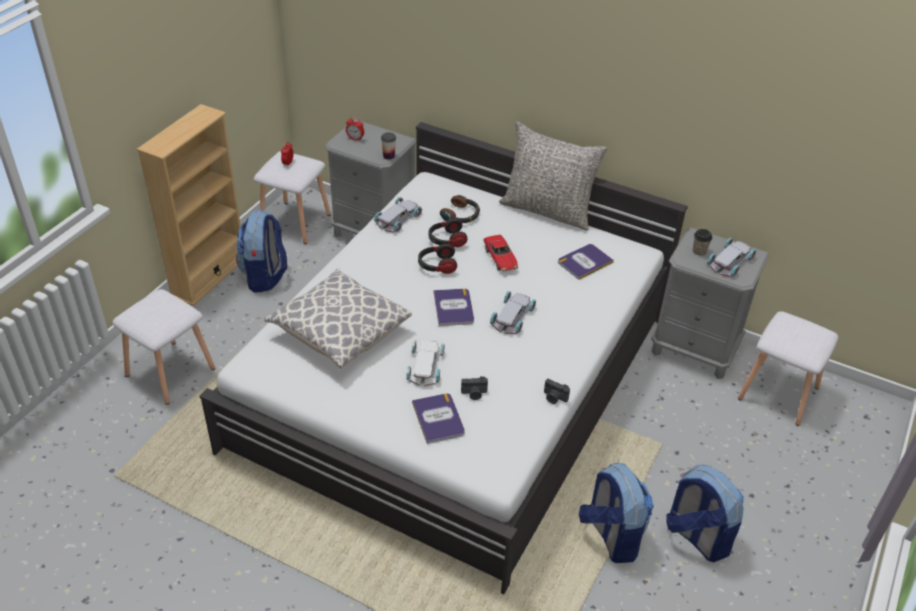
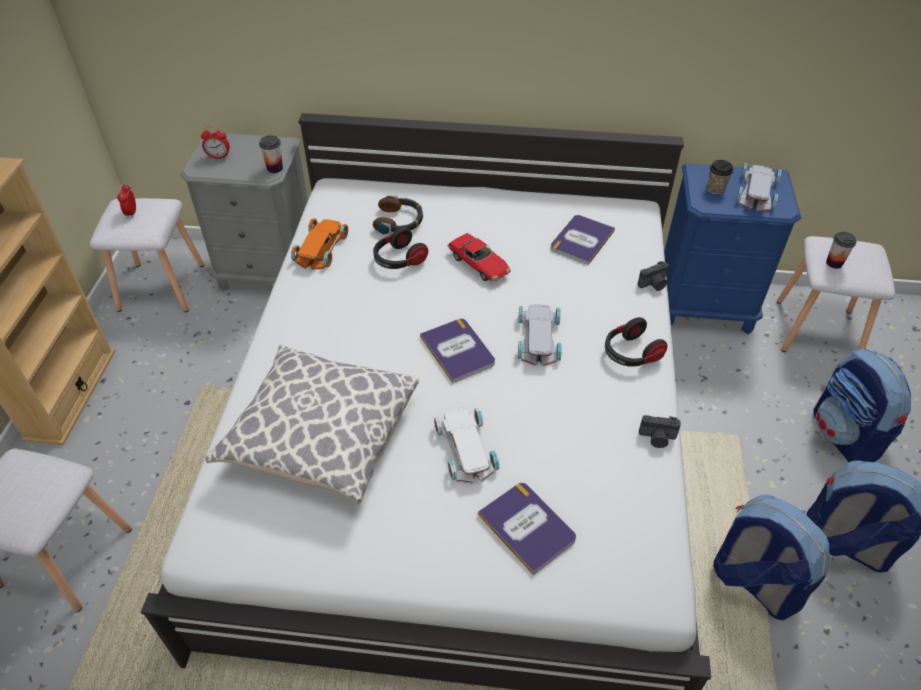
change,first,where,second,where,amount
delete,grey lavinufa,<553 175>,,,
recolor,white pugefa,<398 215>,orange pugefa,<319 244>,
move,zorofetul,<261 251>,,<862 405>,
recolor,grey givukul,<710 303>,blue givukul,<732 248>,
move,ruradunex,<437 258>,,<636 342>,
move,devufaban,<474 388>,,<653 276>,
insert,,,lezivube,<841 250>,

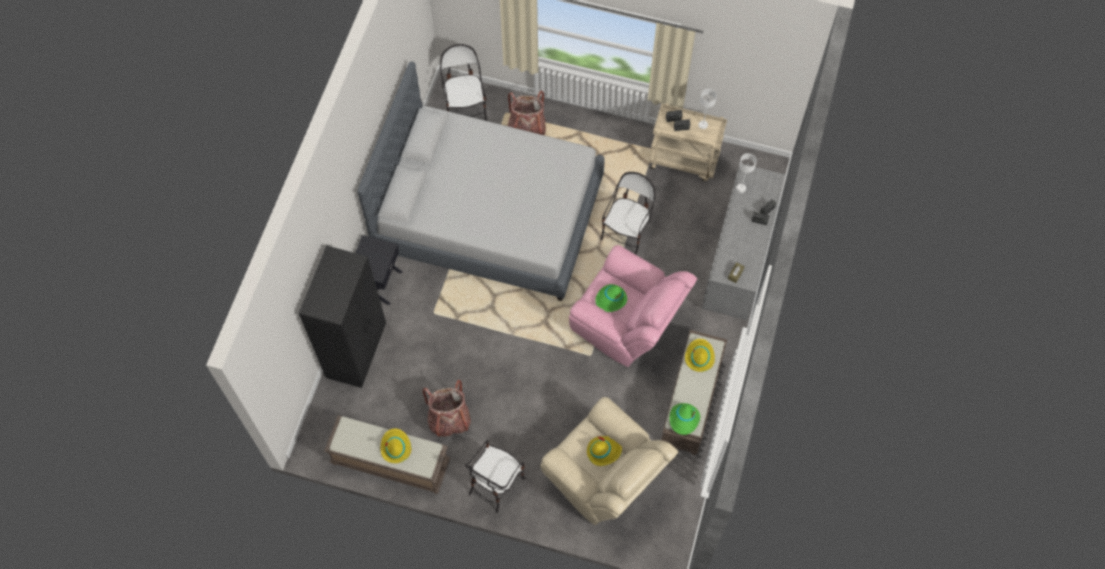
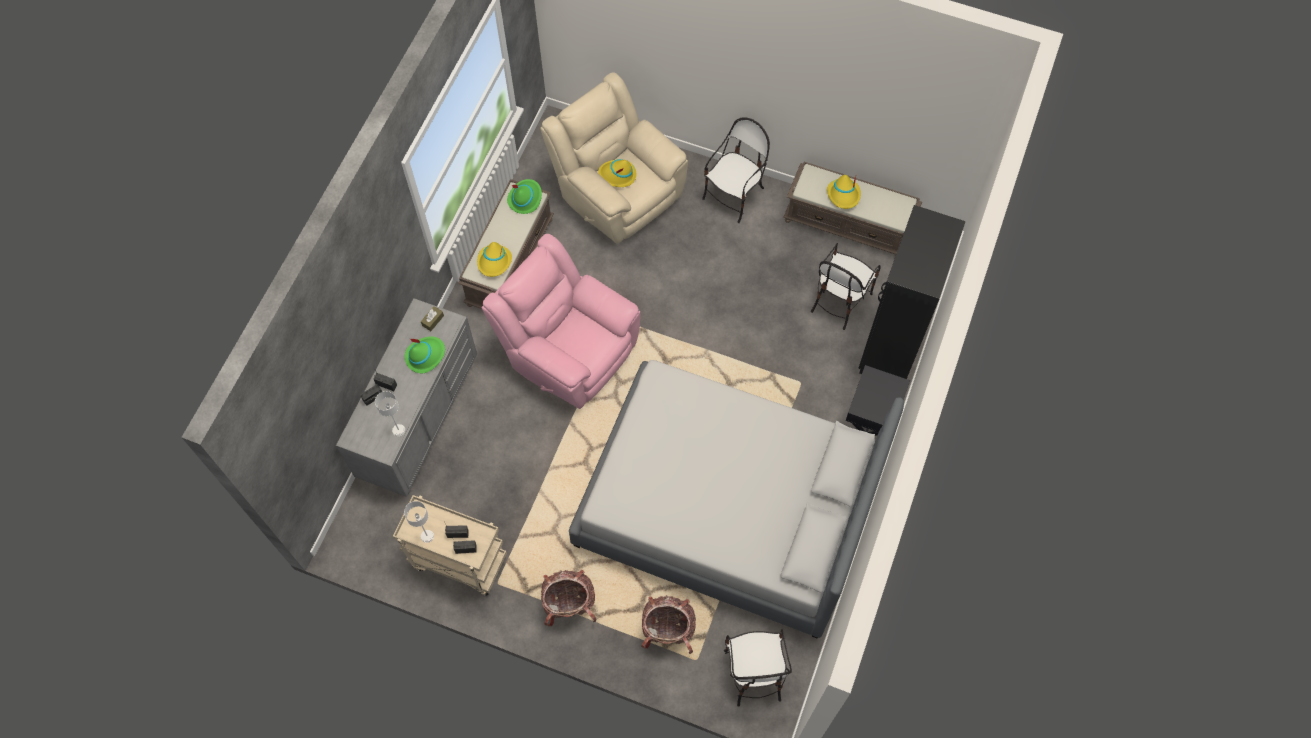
change,first,where,second,where,amount
move,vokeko,<628 213>,,<846 286>,
move,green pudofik,<611 298>,,<425 354>,
move,zorofetul,<446 408>,,<568 598>,

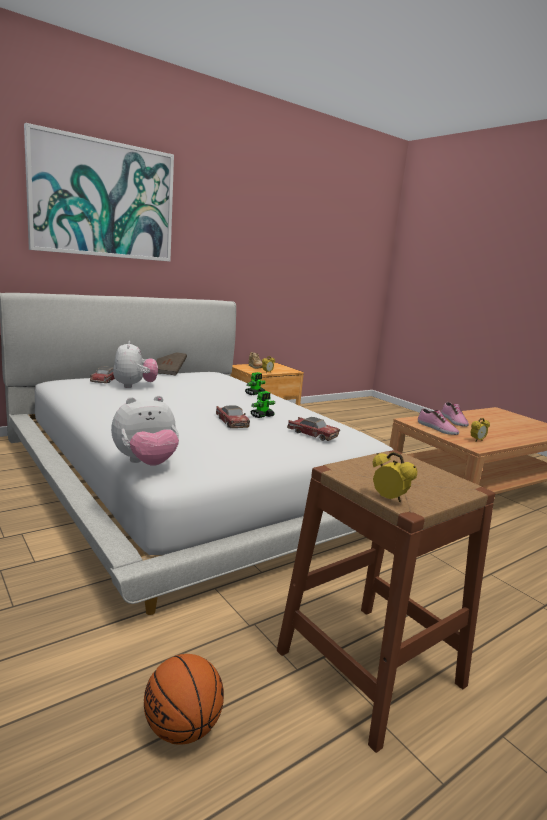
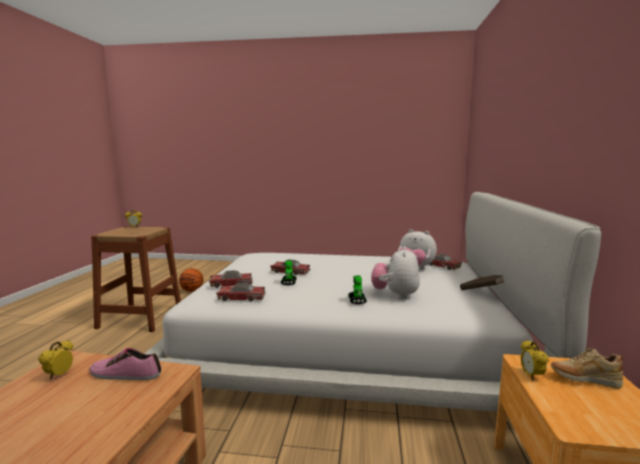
change,first,where,second,where,amount
delete,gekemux,<99 192>,,,
move,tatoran,<145 430>,,<395 272>,
delete,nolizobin,<455 414>,,,
insert,,,pugefa,<241 292>,

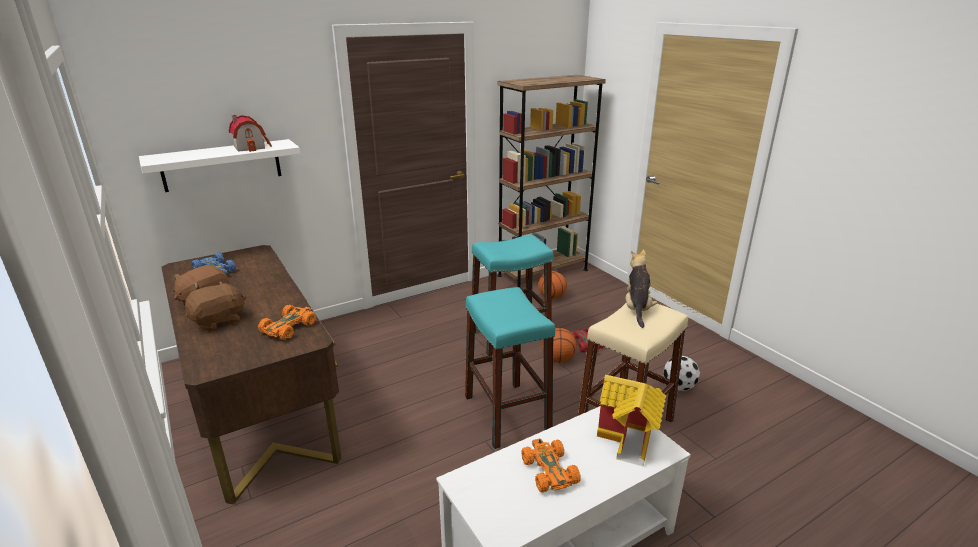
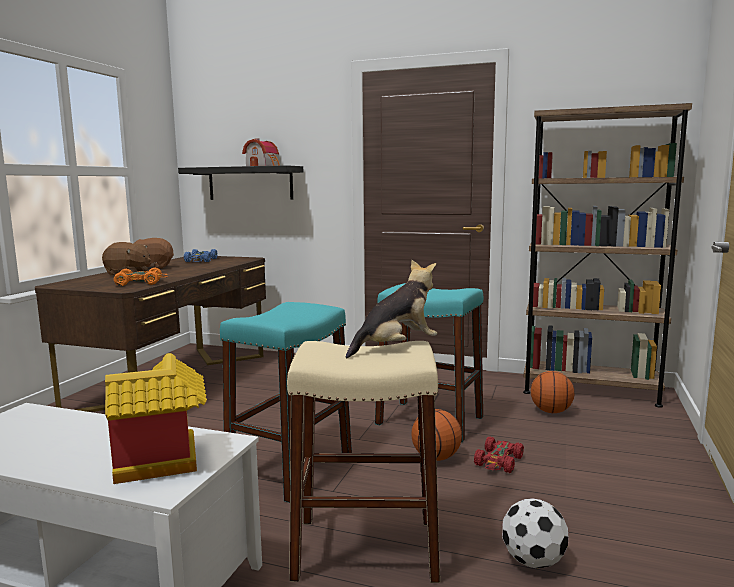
change,first,where,second,where,amount
recolor,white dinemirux,<219 165>,black dinemirux,<240 182>,
delete,orange pugefa,<551 465>,,,

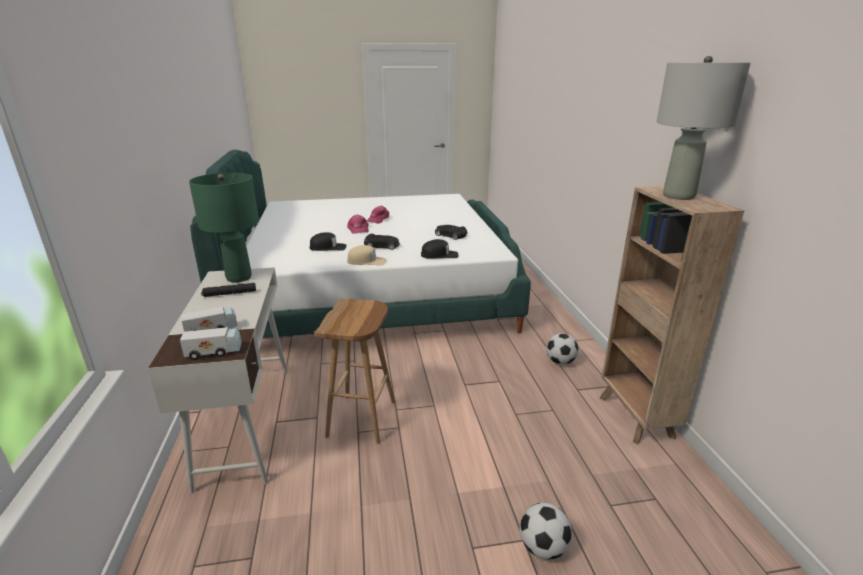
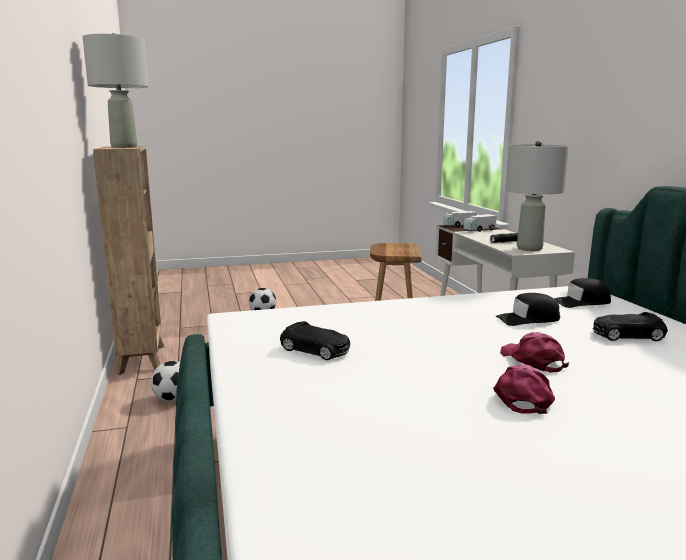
change,first,where,second,where,amount
recolor,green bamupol,<224 228>,grey bamupol,<537 196>,
move,black pugefa,<382 242>,,<630 326>,
move,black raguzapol,<440 249>,,<582 293>,
delete,beige raguzapol,<366 255>,,,

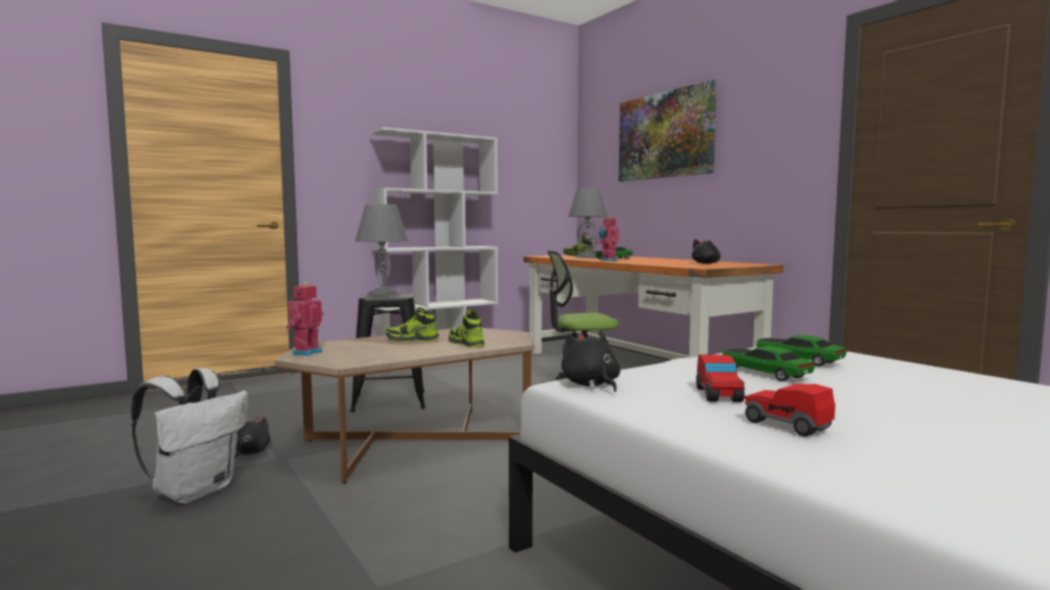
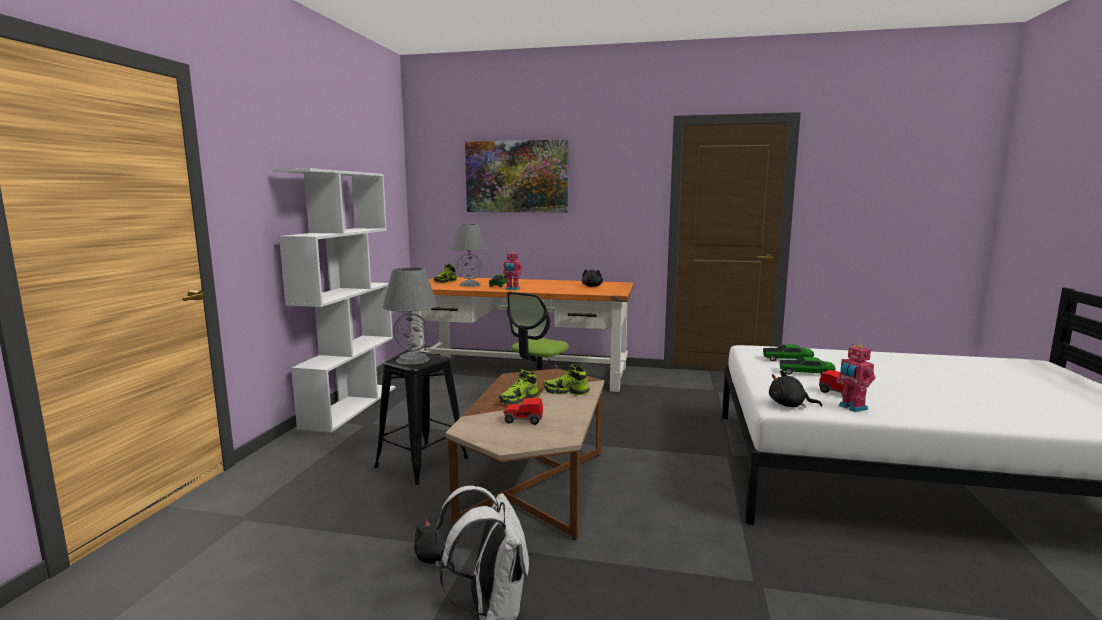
change,first,where,second,where,amount
move,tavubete,<304 319>,,<855 378>,
move,pugefa,<789 410>,,<523 411>,

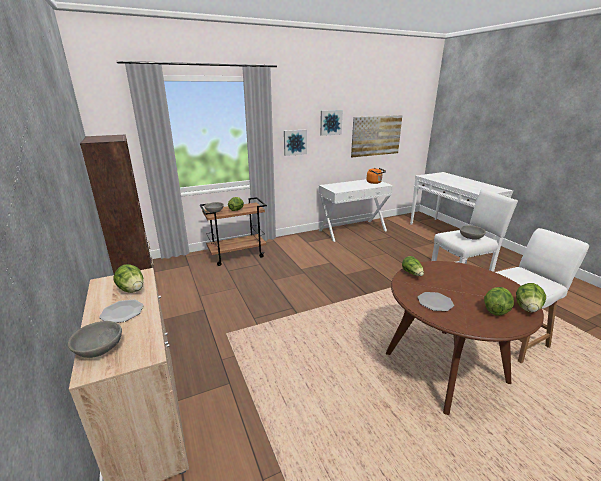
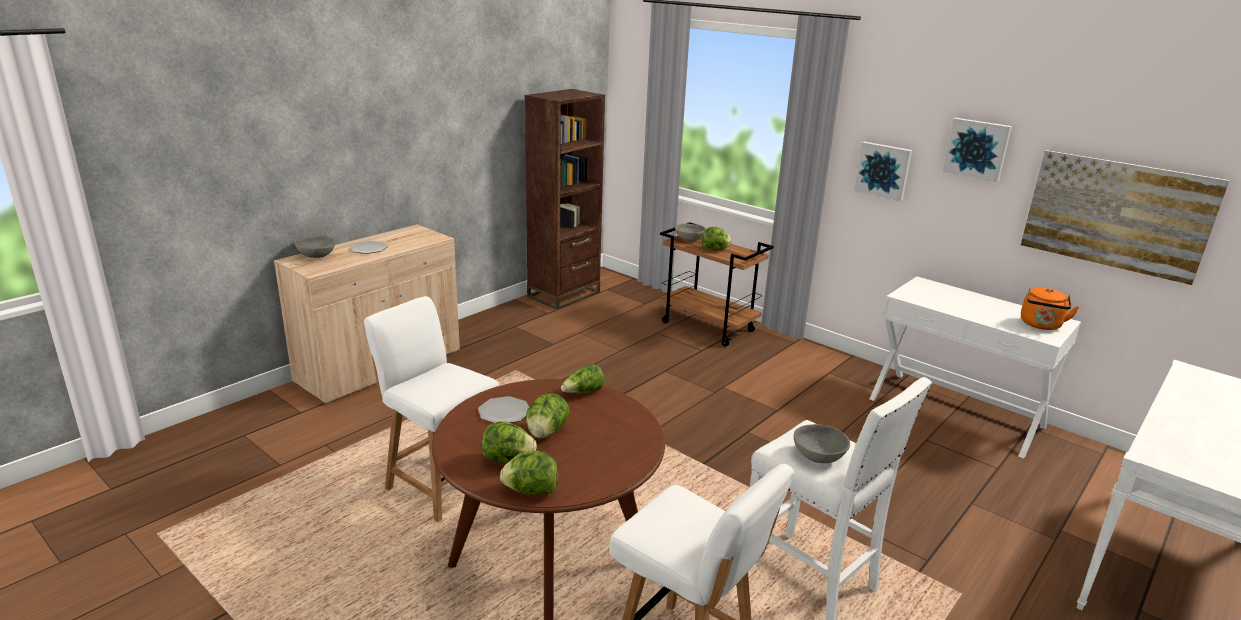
change,first,where,second,where,amount
move,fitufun,<128 278>,,<547 415>,
insert,,,white vokeko,<431 409>,

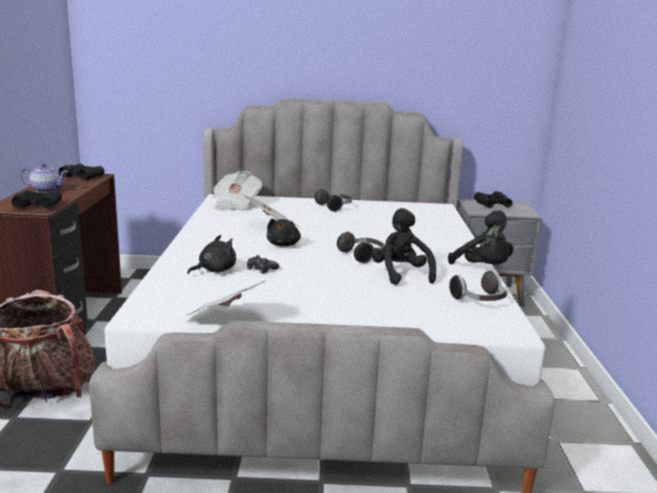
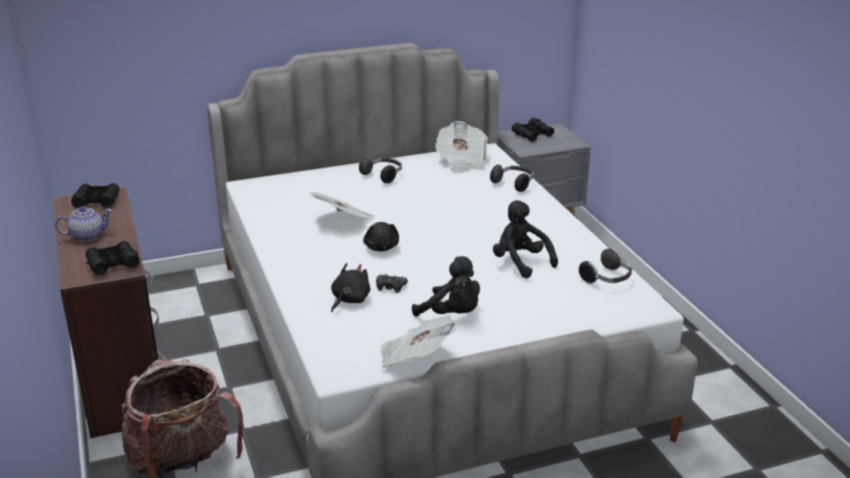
change,first,where,second,where,amount
move,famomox,<237 191>,,<461 147>,
move,black tatoran,<480 237>,,<446 286>,
move,ruradunex,<361 247>,,<512 178>,

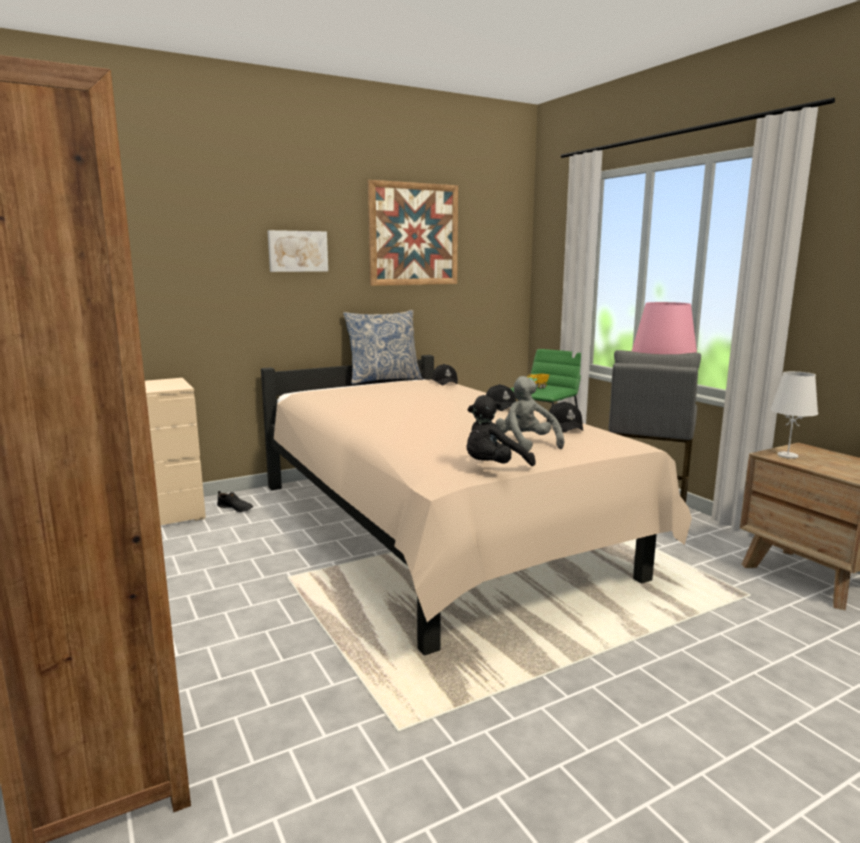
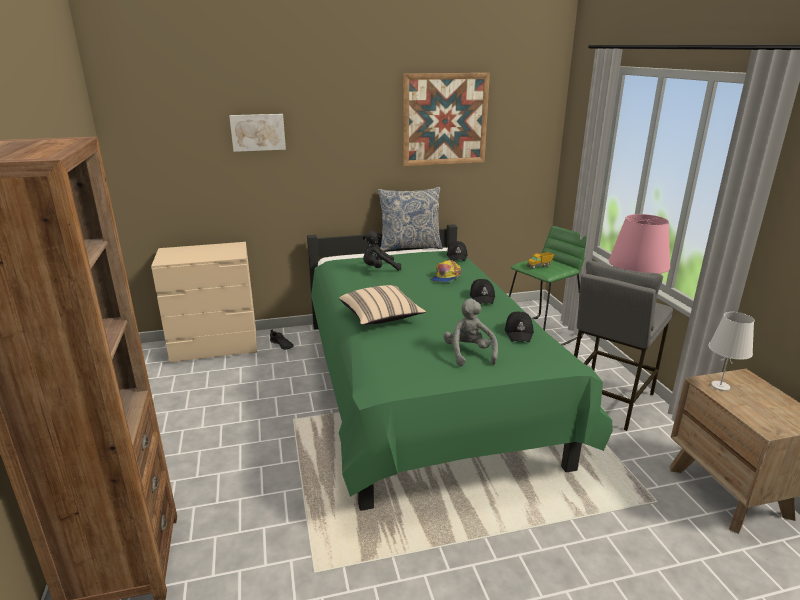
change,first,where,second,where,amount
move,gekemux,<297 251>,,<257 133>,
recolor,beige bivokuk,<476 505>,green bivokuk,<460 367>,
move,black tatoran,<501 430>,,<382 251>,
insert,,,raguzapol,<445 271>,
insert,,,beige lavinufa,<382 305>,

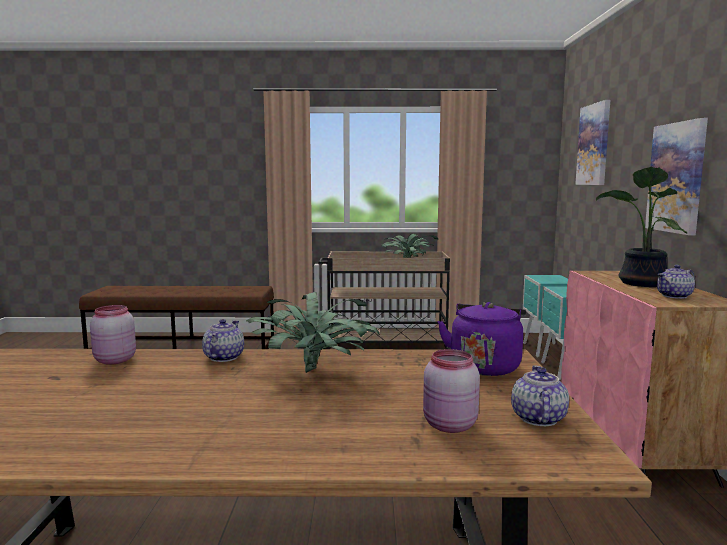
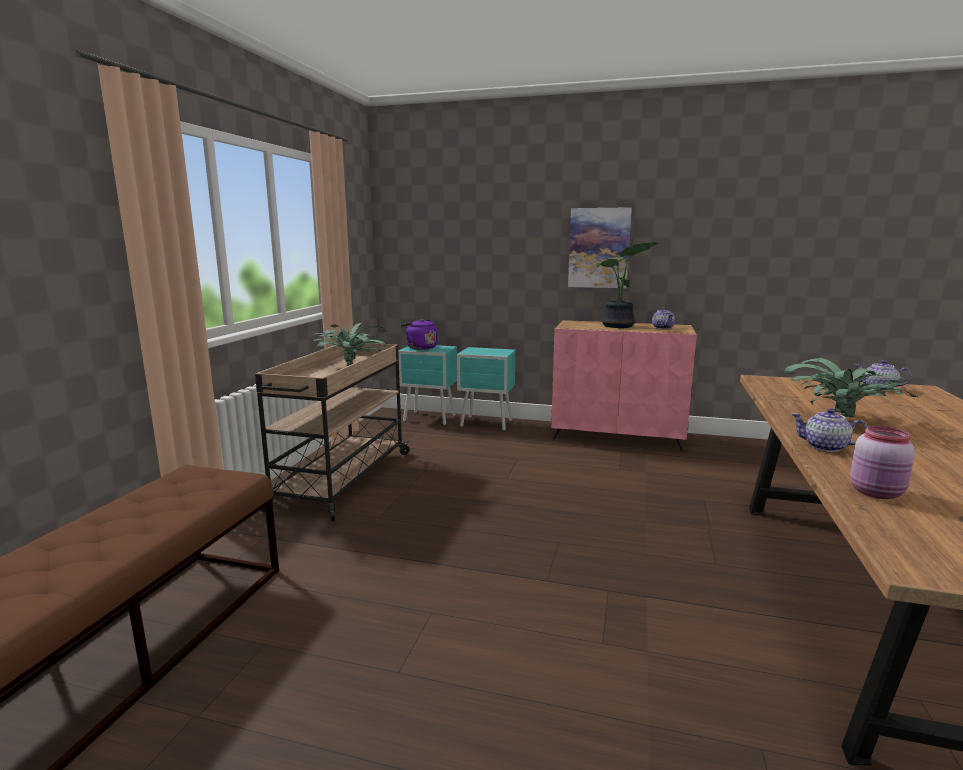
change,first,where,second,where,amount
delete,gekemux,<592 142>,,,
move,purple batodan,<482 339>,,<418 334>,
delete,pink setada,<451 391>,,,

